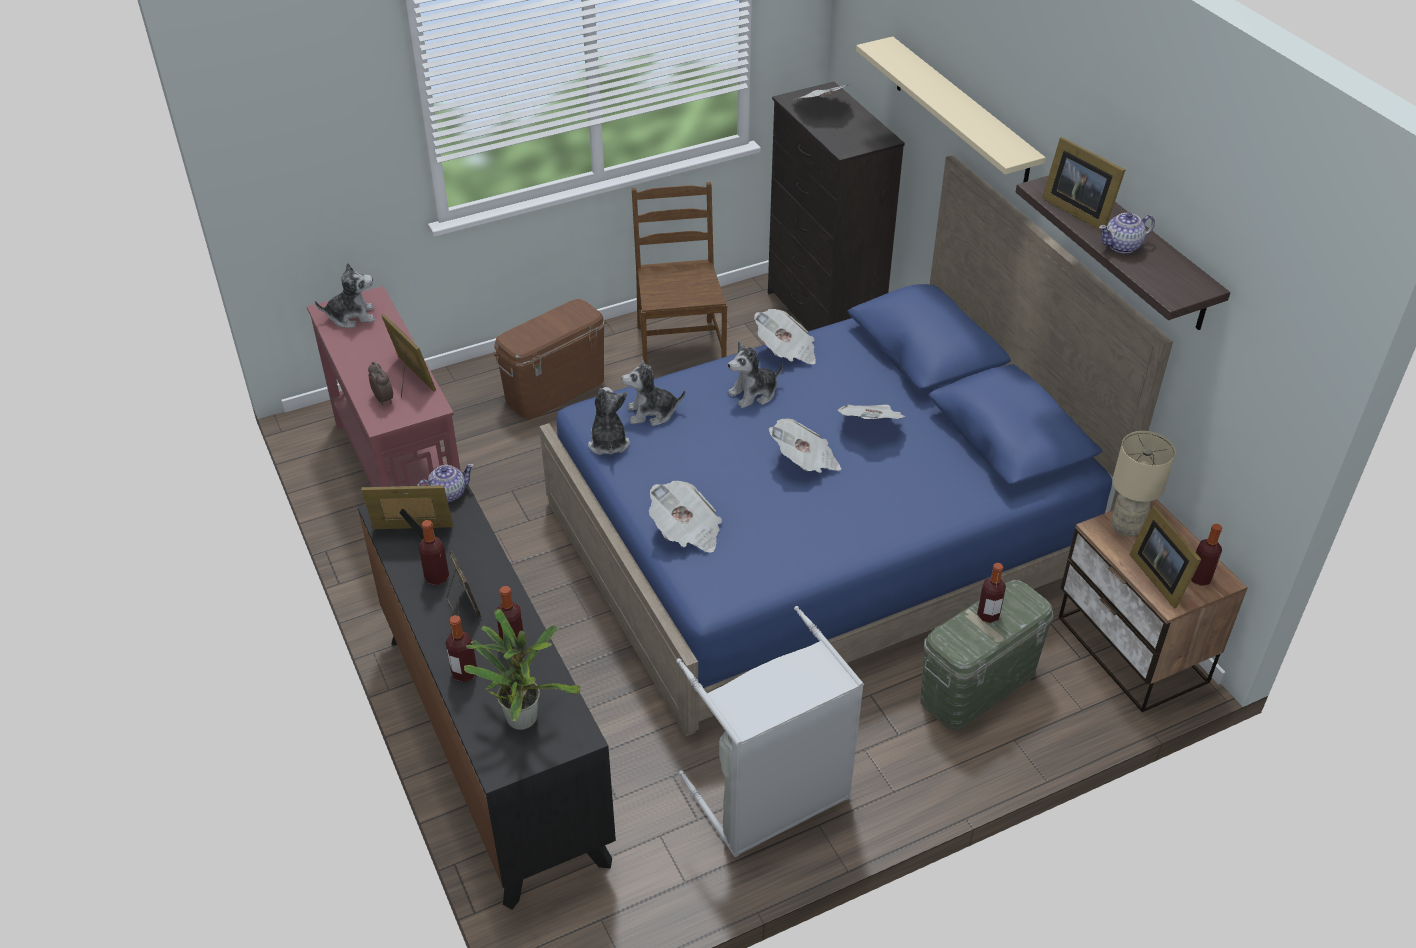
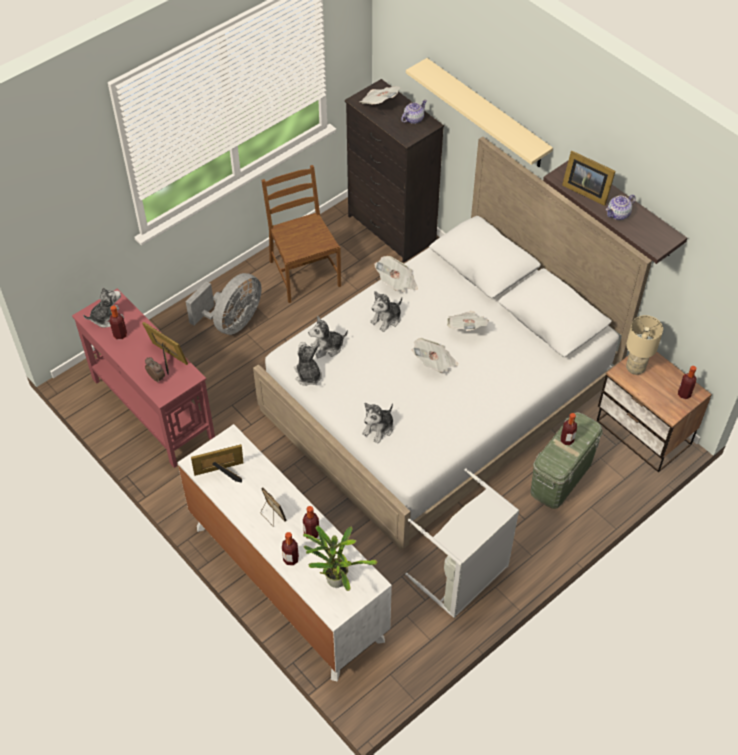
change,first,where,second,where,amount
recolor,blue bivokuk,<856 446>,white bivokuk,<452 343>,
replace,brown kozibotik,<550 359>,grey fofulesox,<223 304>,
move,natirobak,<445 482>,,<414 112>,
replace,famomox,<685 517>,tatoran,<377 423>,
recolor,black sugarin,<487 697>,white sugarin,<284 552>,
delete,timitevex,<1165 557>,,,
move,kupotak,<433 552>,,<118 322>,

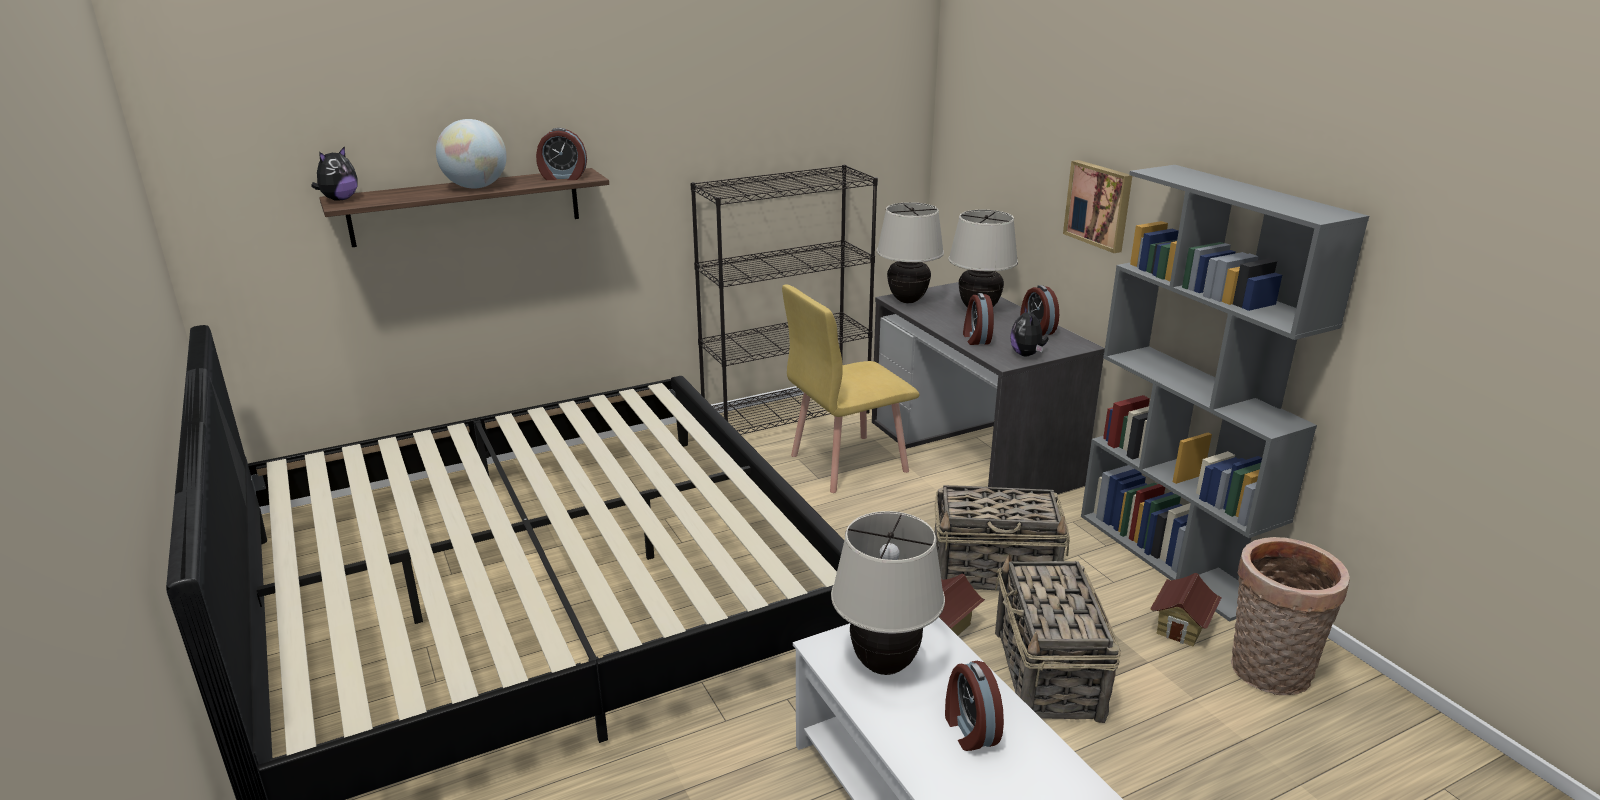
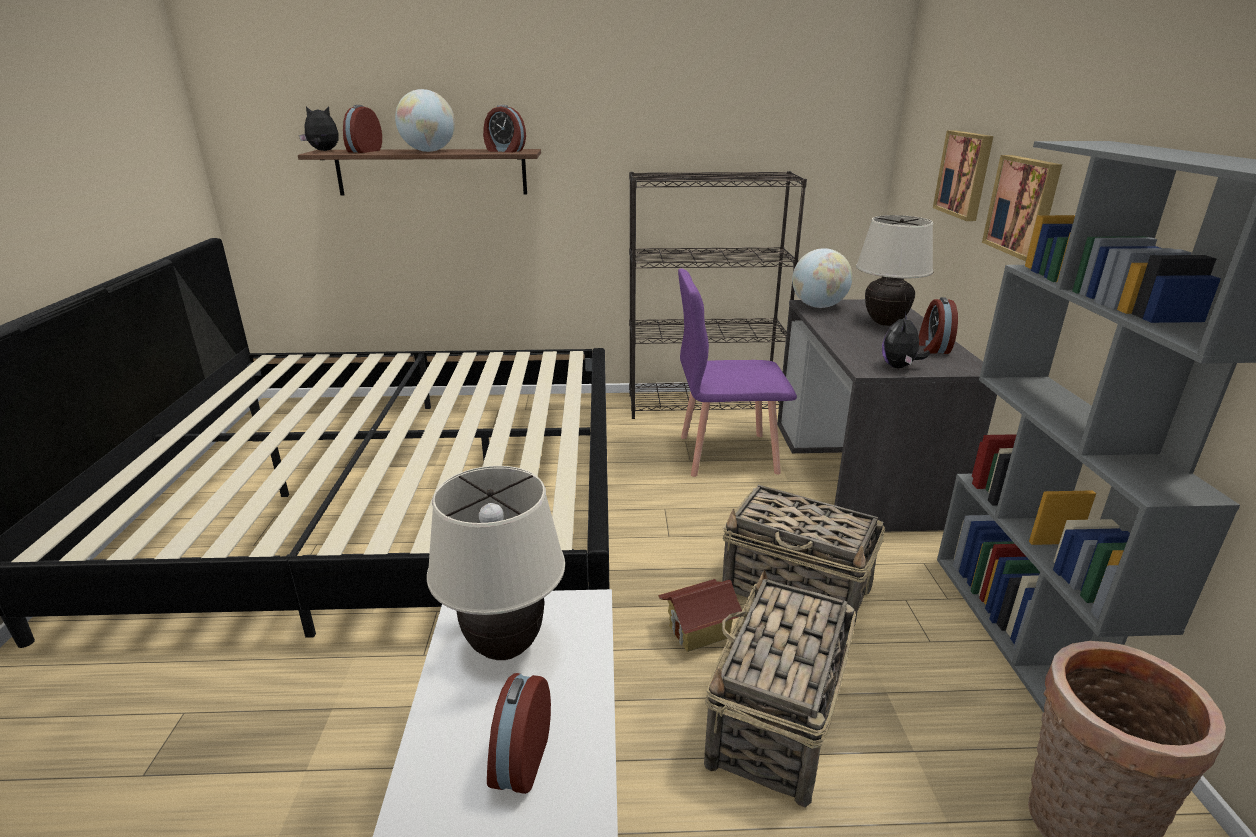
change,first,where,second,where,amount
rotate,tatoran,<334 173>,,<319 128>,135 degrees counterclockwise
replace,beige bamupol,<910 252>,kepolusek,<822 278>,
recolor,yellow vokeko,<851 388>,purple vokeko,<737 373>,
move,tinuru,<978 319>,,<362 129>,
delete,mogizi,<1186 610>,,,
insert,,,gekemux,<963 176>,

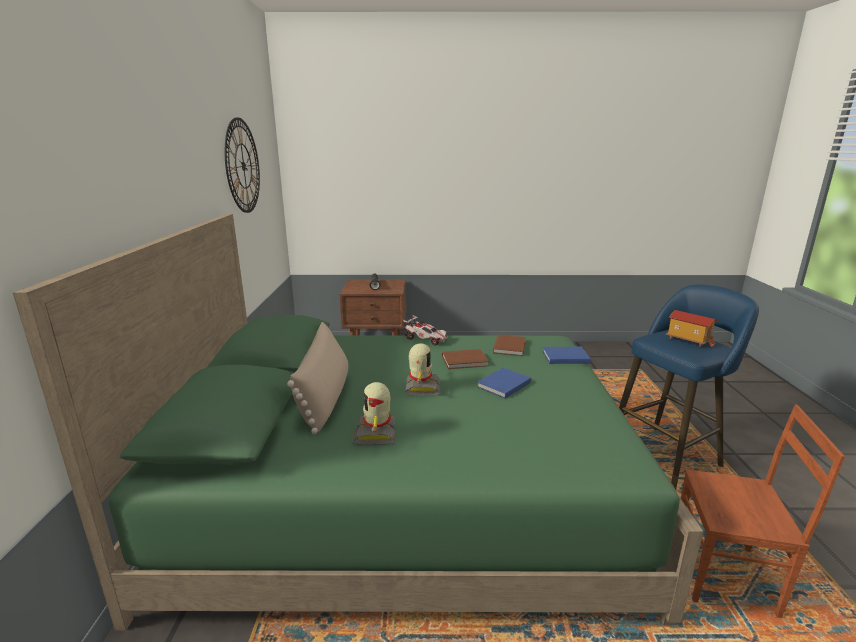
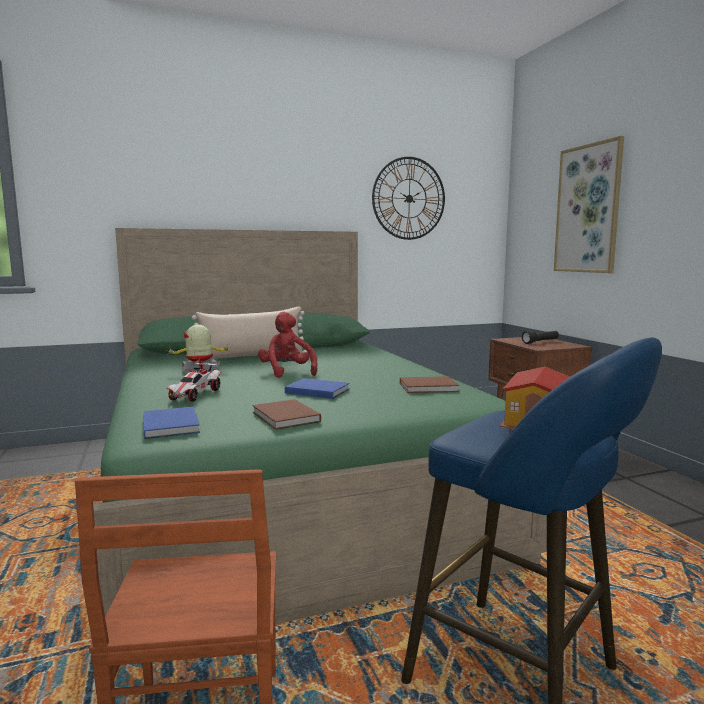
change,first,where,second,where,amount
move,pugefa,<425 330>,,<194 381>,
replace,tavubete,<422 369>,red tatoran,<287 345>,
move,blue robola,<566 355>,,<172 423>,
move,brown robola,<465 359>,,<286 414>,
insert,,,gekemux,<589 204>,

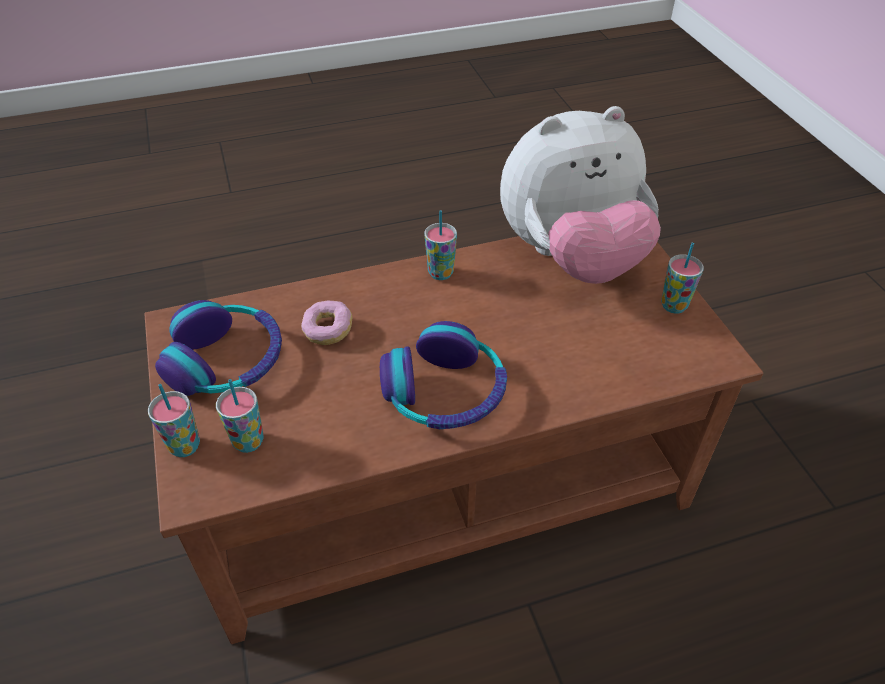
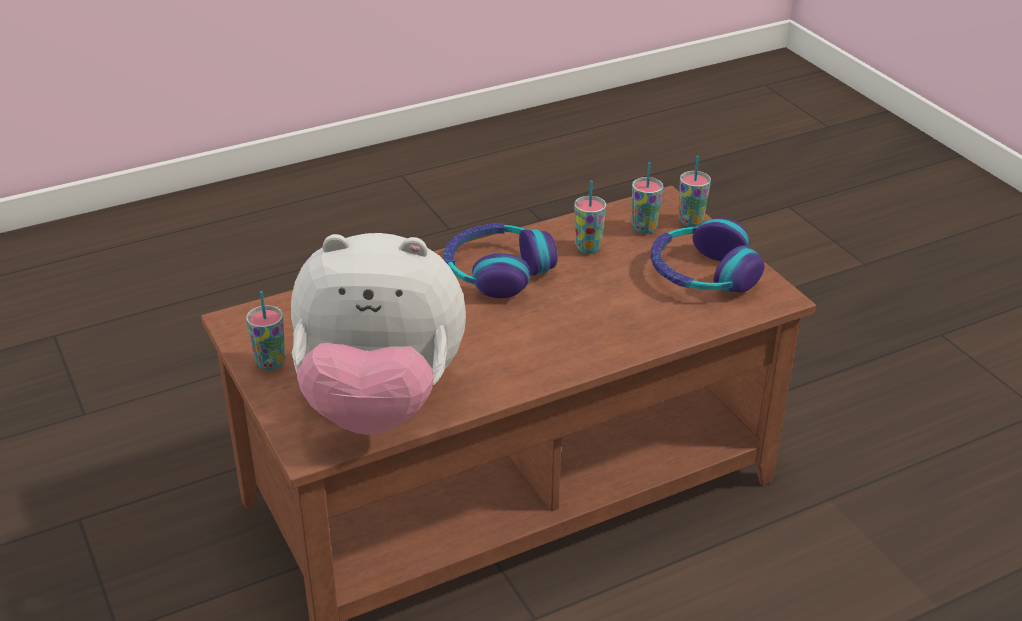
change,first,where,second,where,amount
rotate,tatoran,<580 195>,,<378 334>,150 degrees counterclockwise
move,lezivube,<440 245>,,<590 217>,
delete,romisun,<326 323>,,,

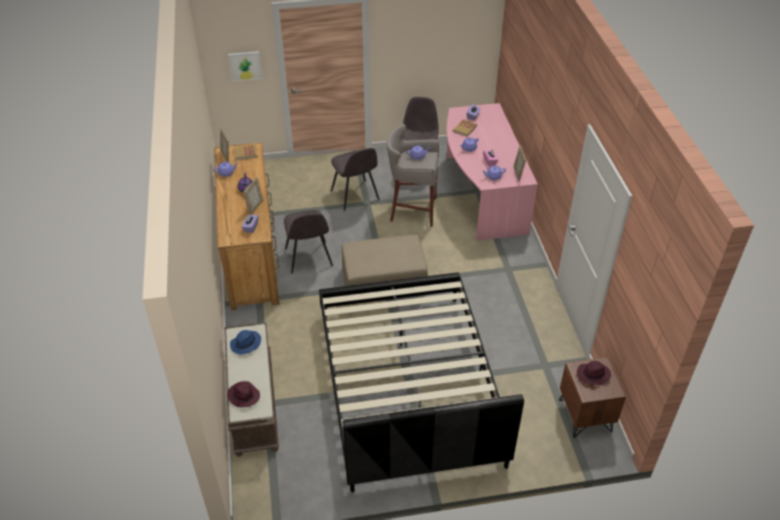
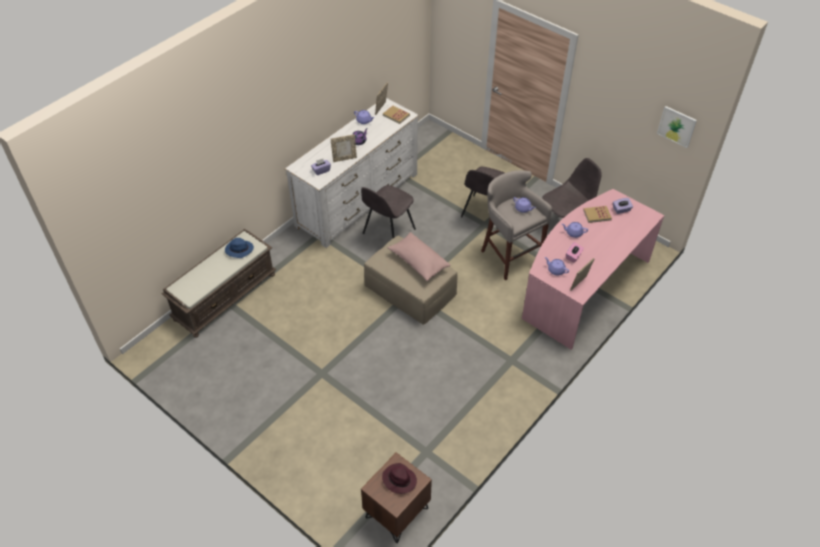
change,first,where,second,where,amount
move,gekemux,<245 66>,,<677 127>,
recolor,brown sugarin,<247 226>,white sugarin,<352 173>,
delete,black bivokuk,<421 382>,,,
delete,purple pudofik,<243 394>,,,
insert,,,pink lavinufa,<419 256>,

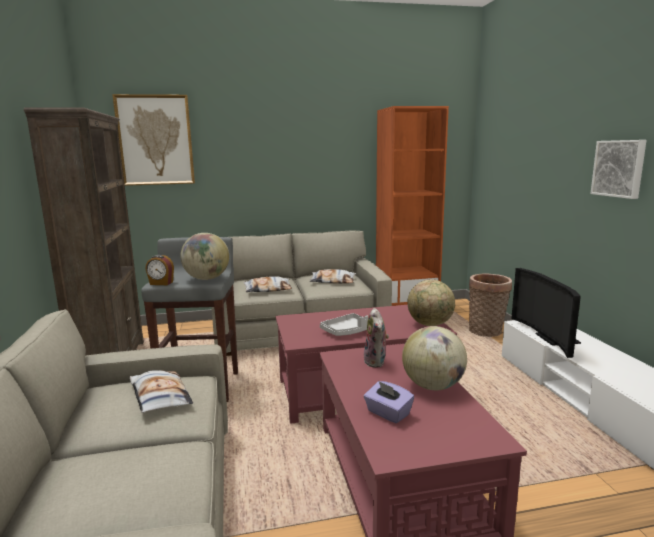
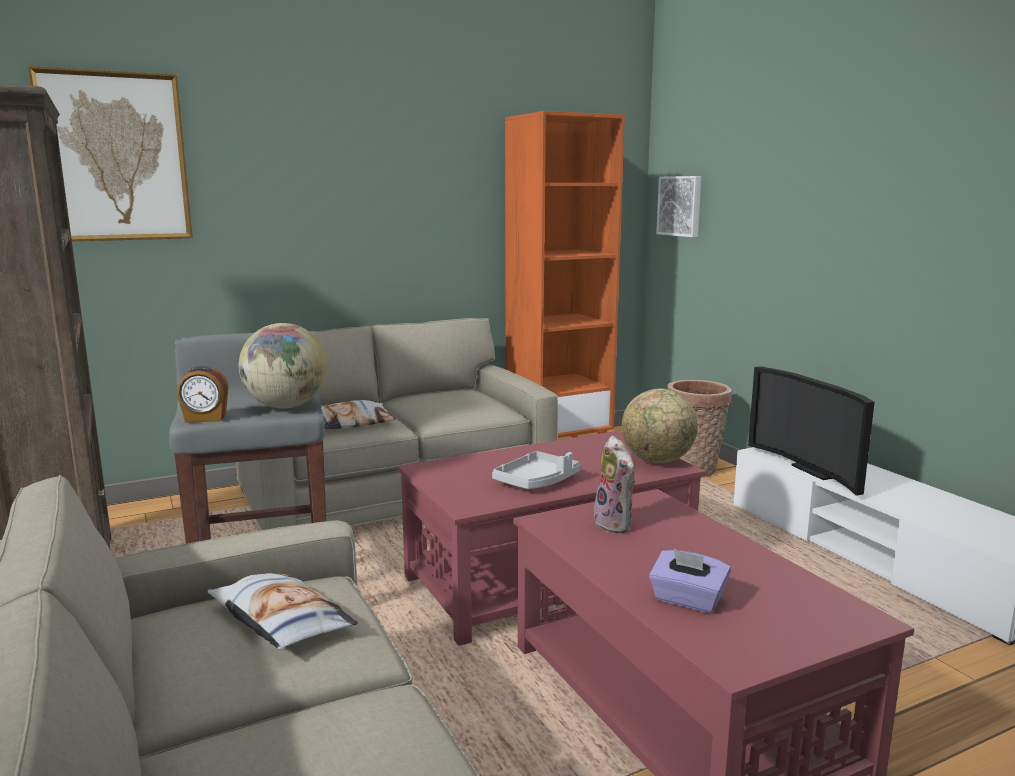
change,first,where,second,where,amount
move,gekemux,<618 169>,,<678 206>,
delete,lavinufa,<333 276>,,,
delete,kepolusek,<434 358>,,,

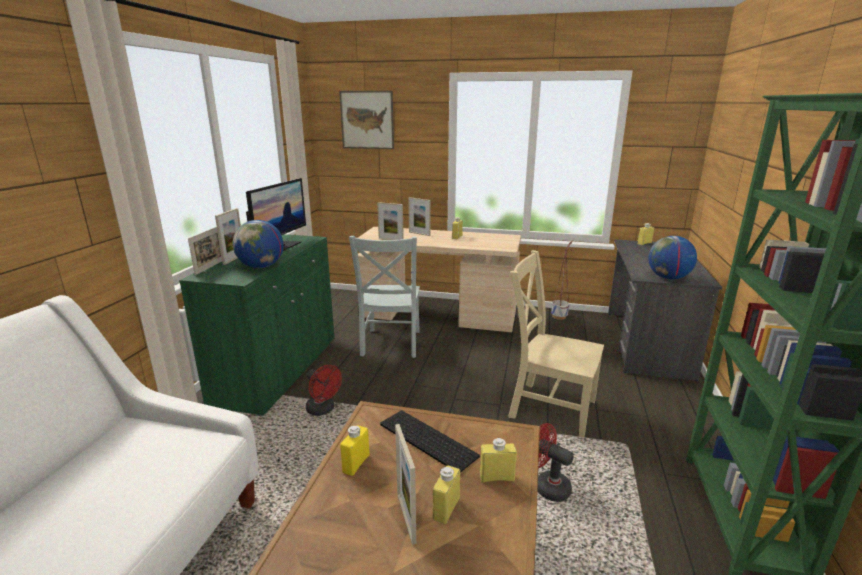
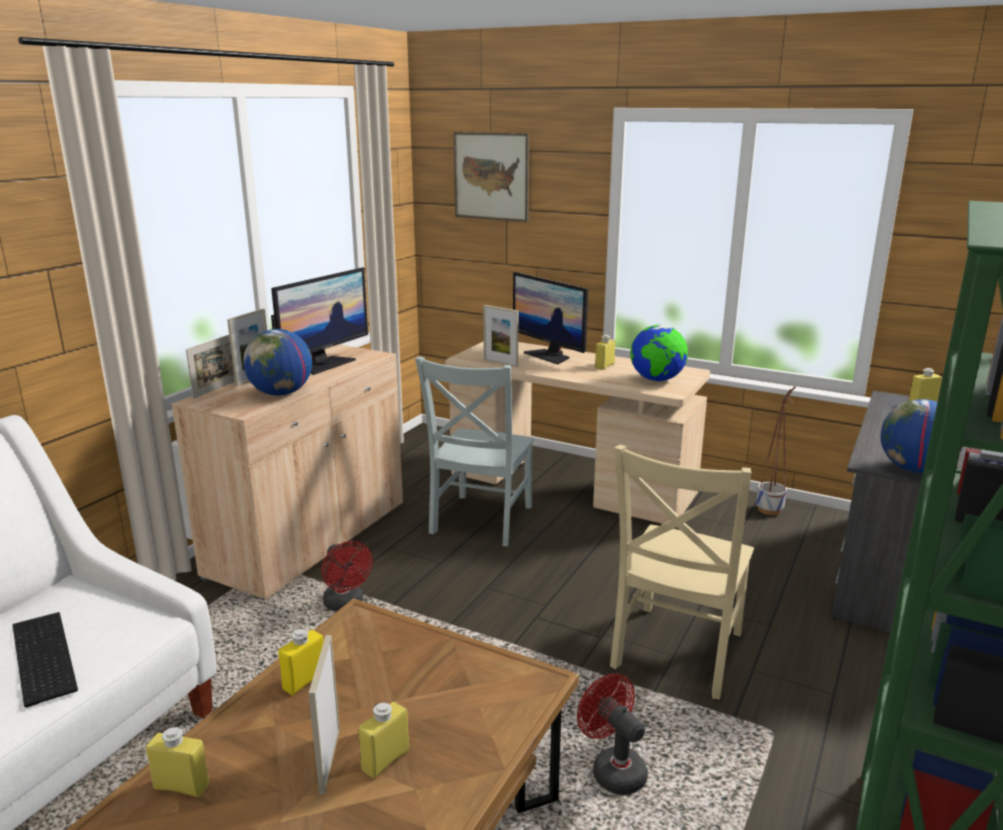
change,first,where,second,where,amount
replace,timitevex,<419 216>,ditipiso,<550 318>,
recolor,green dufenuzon,<257 325>,beige dufenuzon,<287 472>,
rotate,beige vokeko,<556 343>,,<682 572>,105 degrees counterclockwise
move,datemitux,<430 442>,,<45 660>,
move,yellow kupotak,<498 460>,,<177 761>,
insert,,,kepolusek,<659 353>,

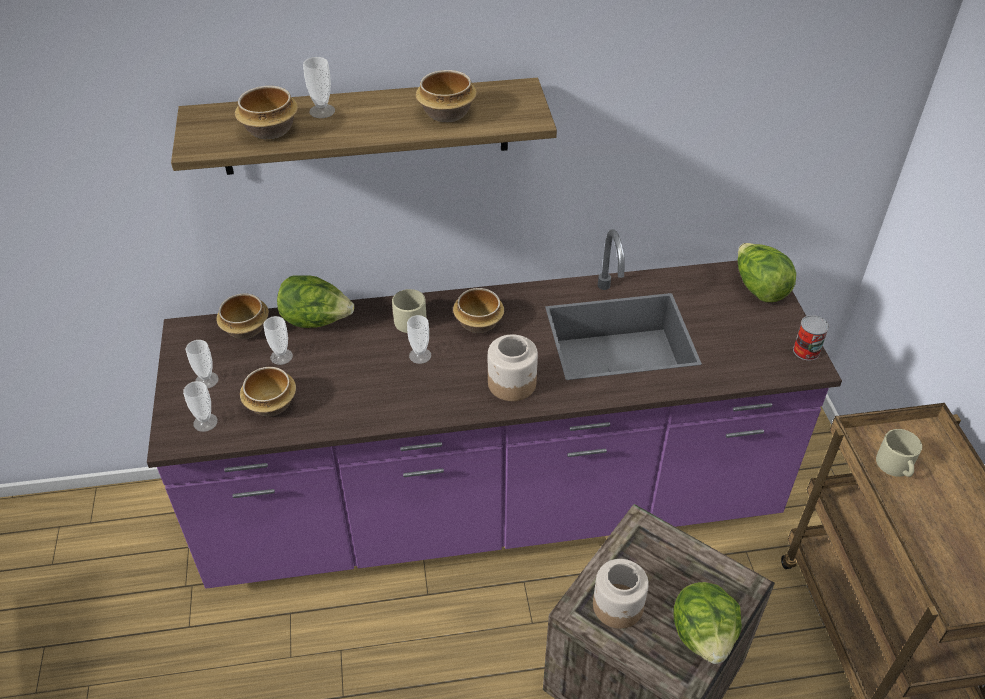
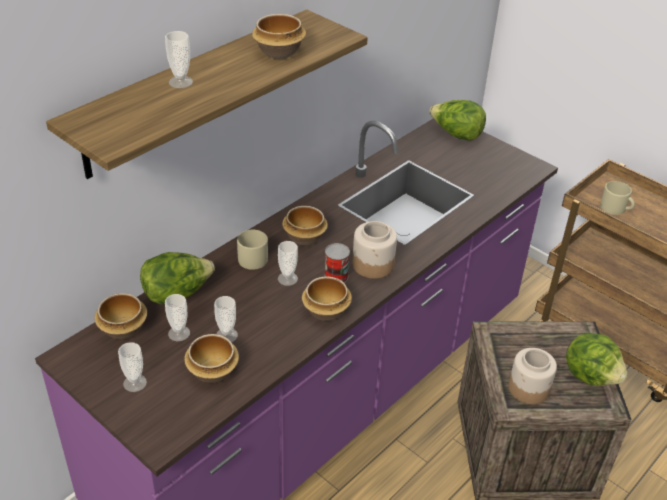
change,first,where,second,where,amount
move,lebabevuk,<266 113>,,<327 299>,
move,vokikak,<811 338>,,<337 263>,
move,lezivube,<200 406>,,<226 319>,

